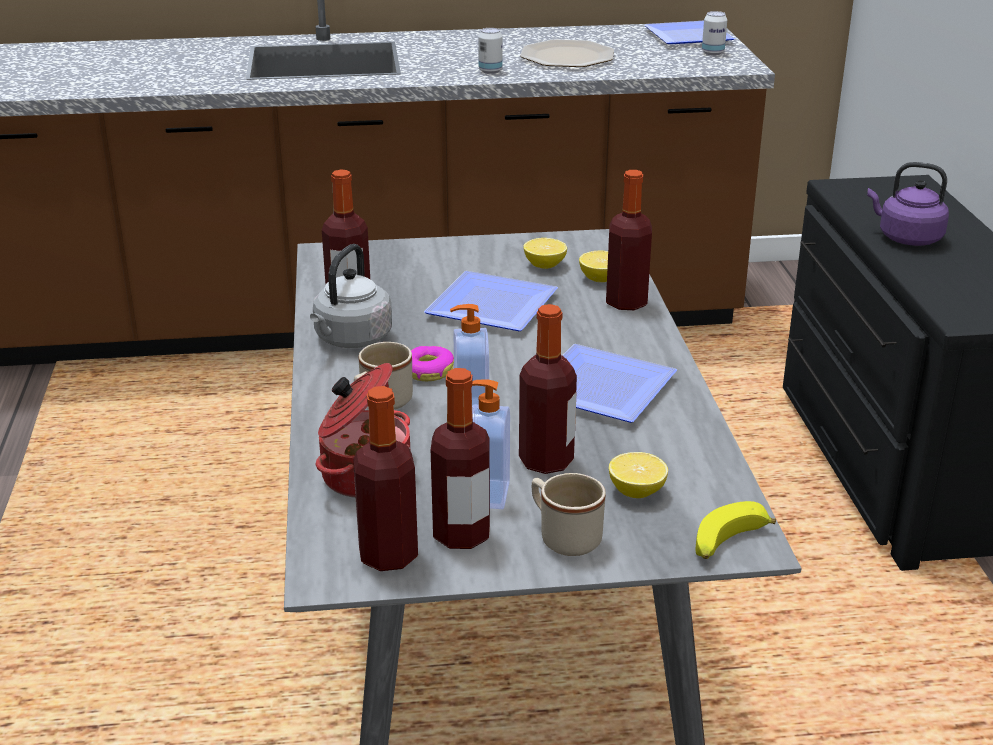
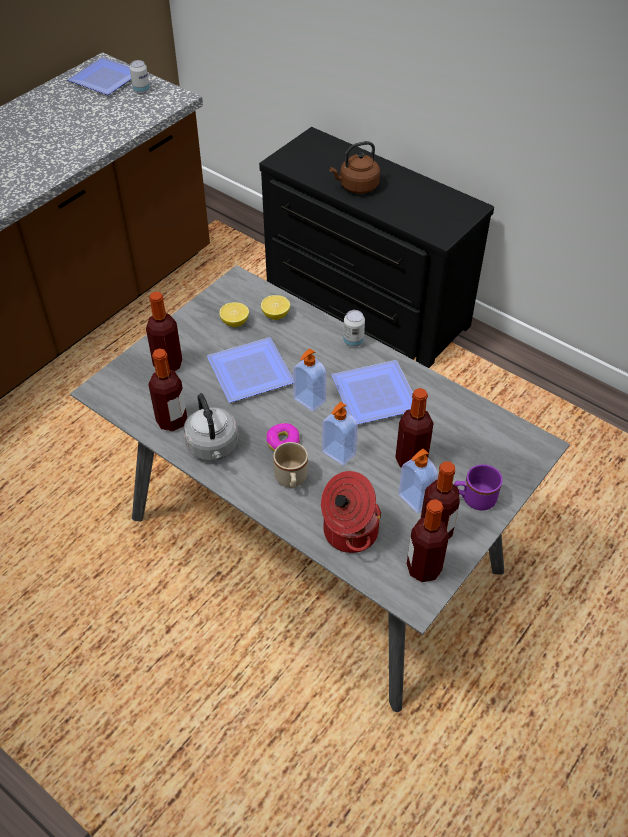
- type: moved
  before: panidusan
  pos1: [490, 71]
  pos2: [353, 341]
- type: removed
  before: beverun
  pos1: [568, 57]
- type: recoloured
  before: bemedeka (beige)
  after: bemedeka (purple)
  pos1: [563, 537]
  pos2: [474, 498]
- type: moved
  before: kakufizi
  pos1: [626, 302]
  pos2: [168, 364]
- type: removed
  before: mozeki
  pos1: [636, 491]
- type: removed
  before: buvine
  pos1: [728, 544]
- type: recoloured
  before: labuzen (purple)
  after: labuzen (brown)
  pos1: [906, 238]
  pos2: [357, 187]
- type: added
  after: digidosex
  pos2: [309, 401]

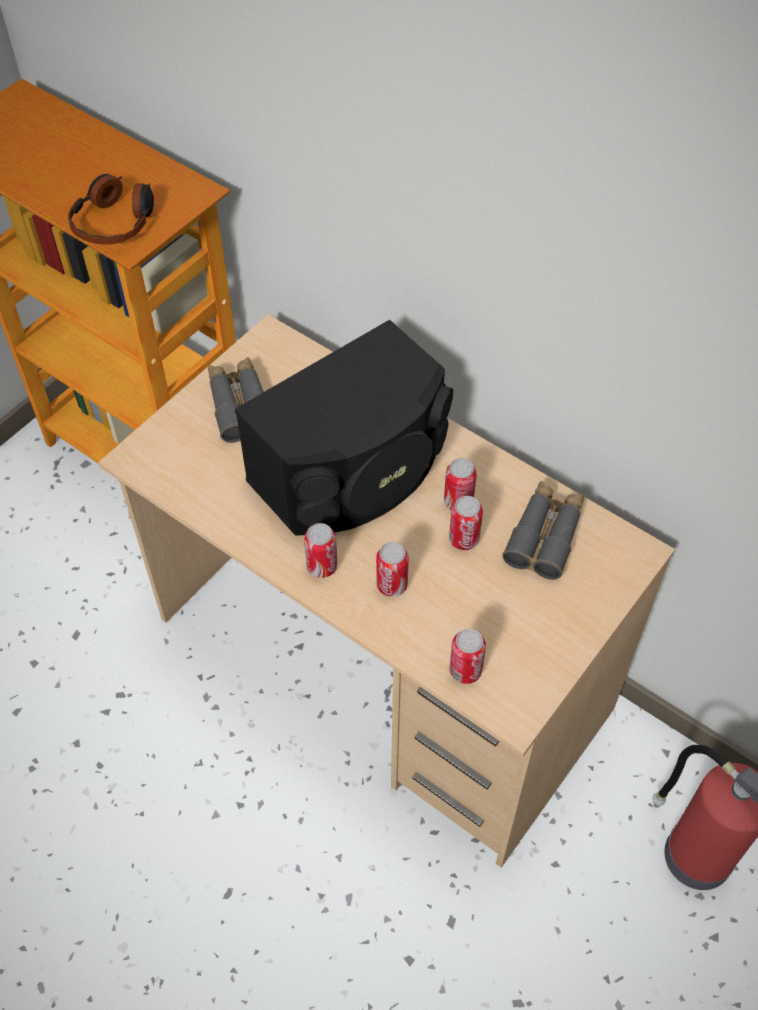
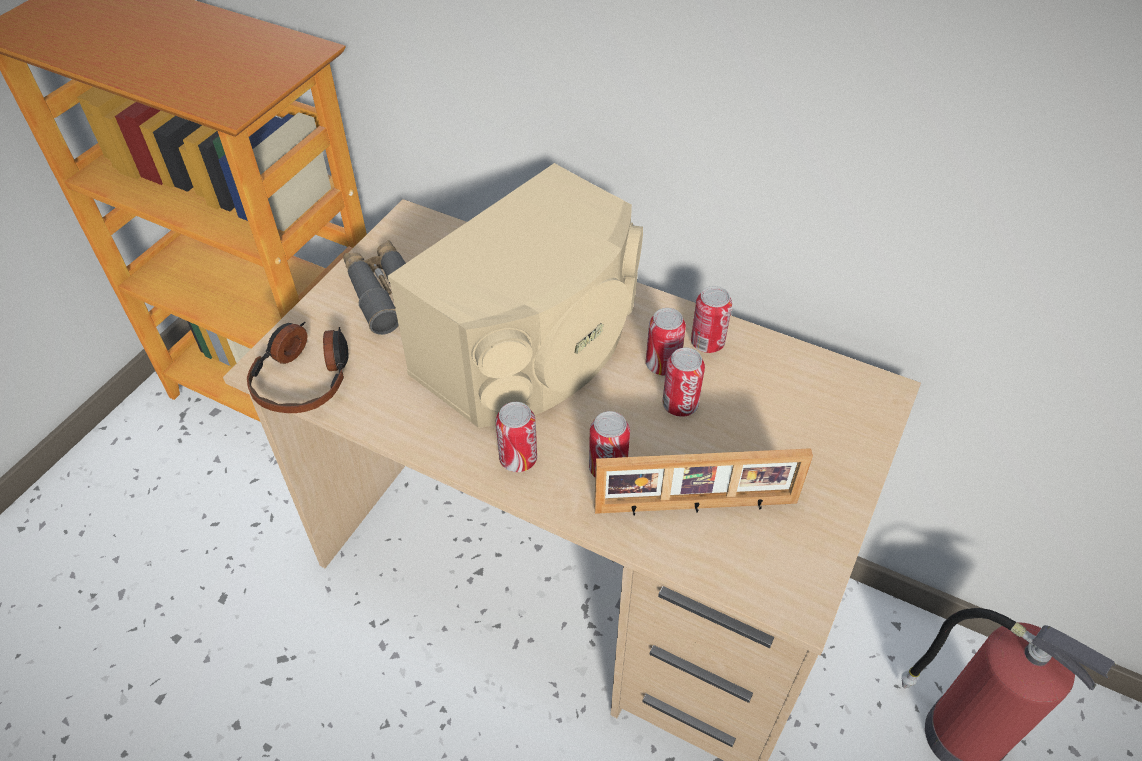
- type: moved
  before: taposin
  pos1: [116, 221]
  pos2: [305, 377]
- type: recoloured
  before: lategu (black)
  after: lategu (beige)
  pos1: [353, 471]
  pos2: [533, 347]
- type: moved
  before: panidusan
  pos1: [465, 670]
  pos2: [707, 343]
- type: removed
  before: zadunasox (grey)
  pos1: [545, 535]
- type: added
  after: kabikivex
  pos2: [696, 507]

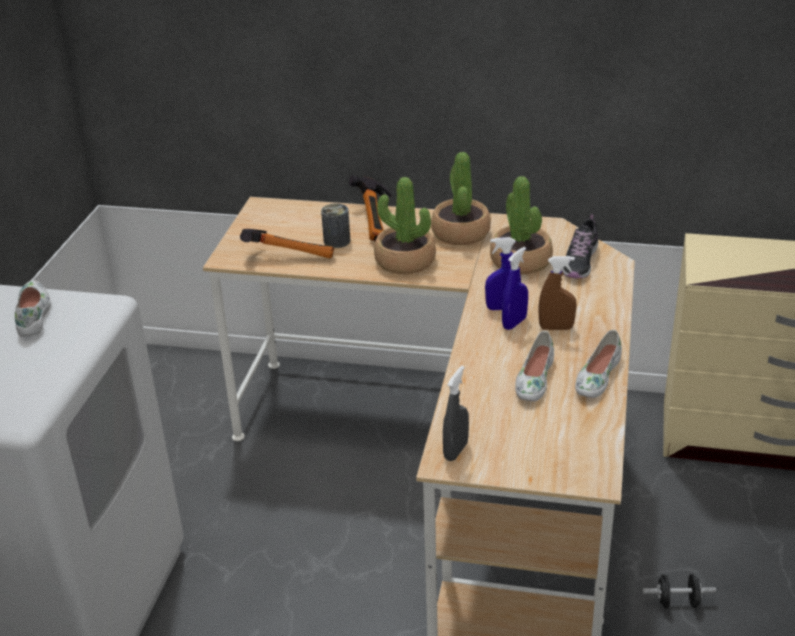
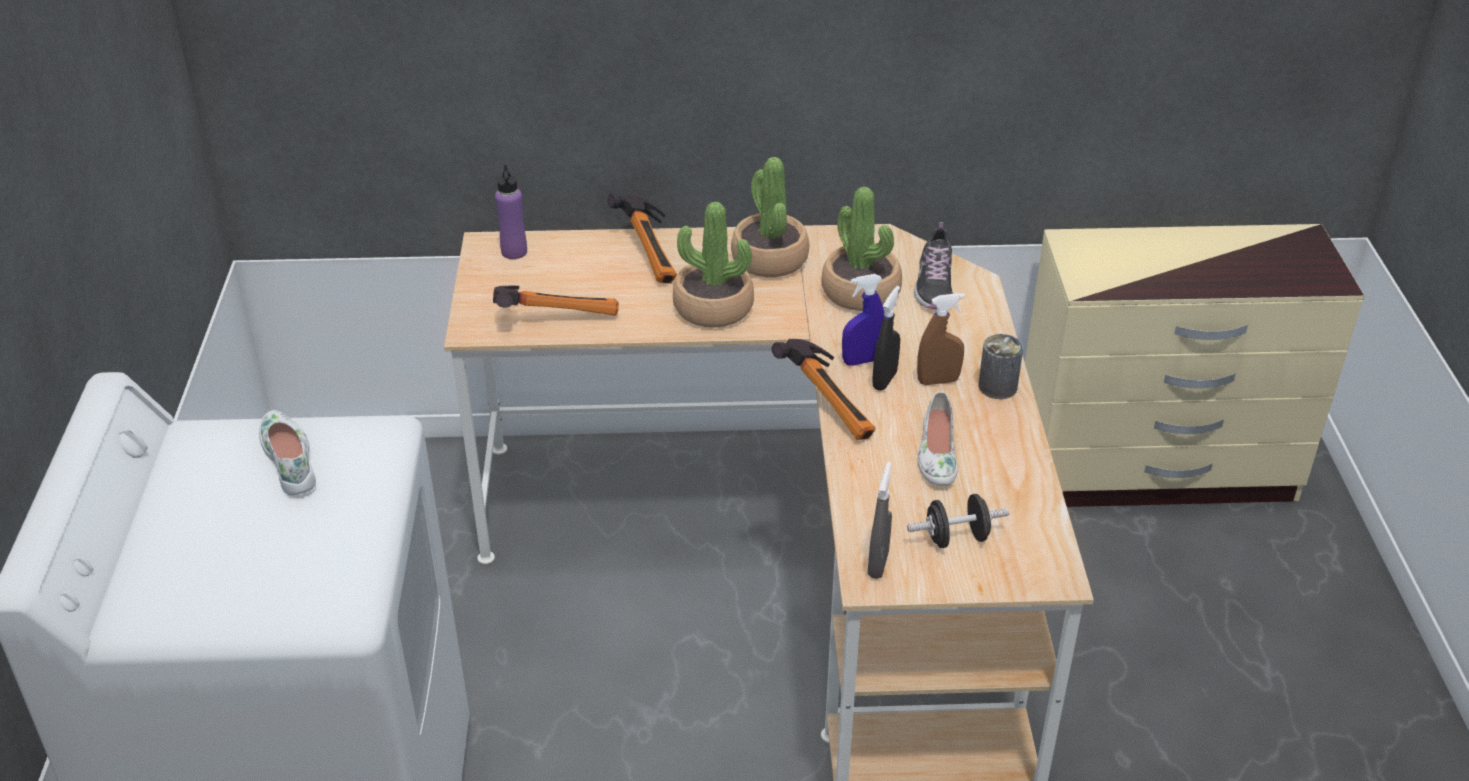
- type: moved
  before: panidusan
  pos1: [337, 241]
  pos2: [997, 387]
- type: recoloured
  before: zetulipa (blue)
  after: zetulipa (black)
  pos1: [514, 323]
  pos2: [884, 380]
- type: removed
  before: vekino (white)
  pos1: [597, 376]
- type: moved
  before: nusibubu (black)
  pos1: [677, 602]
  pos2: [956, 538]
- type: added
  after: kakufizi (purple)
  pos2: [514, 252]
- type: added
  after: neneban
  pos2: [833, 404]

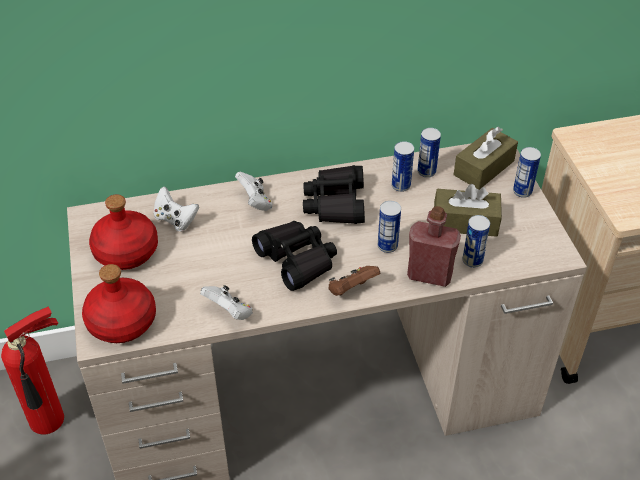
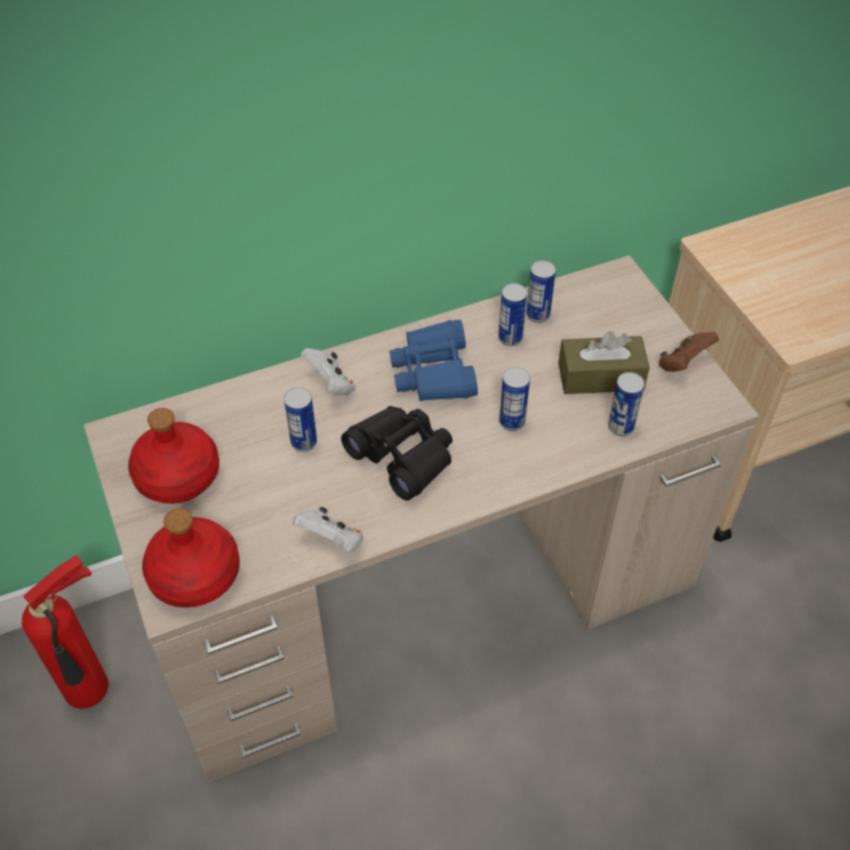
- type: removed
  before: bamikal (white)
  pos1: [175, 220]
- type: recoloured
  before: zadunasox (black)
  after: zadunasox (blue)
  pos1: [335, 203]
  pos2: [434, 372]
- type: moved
  before: bamikal (brown)
  pos1: [351, 290]
  pos2: [683, 363]
- type: removed
  before: kakufizi (red)
  pos1: [429, 275]
- type: removed
  before: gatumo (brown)
  pos1: [484, 168]
- type: moved
  before: panidusan
  pos1: [522, 191]
  pos2: [304, 442]

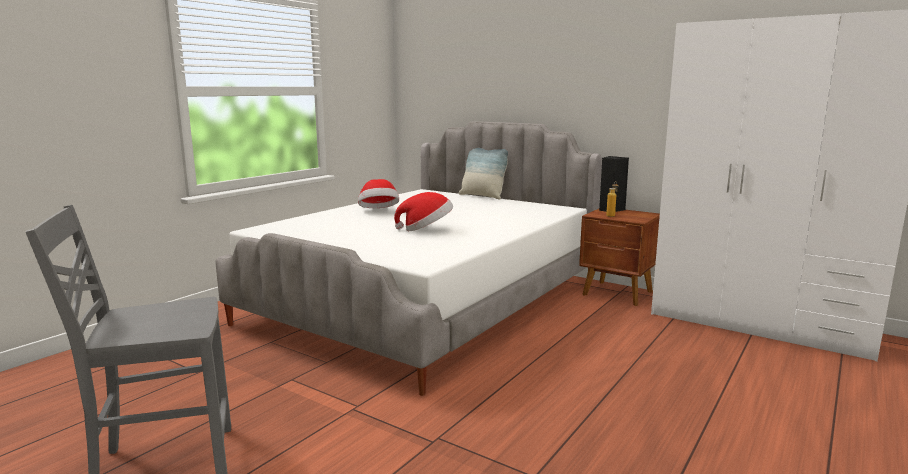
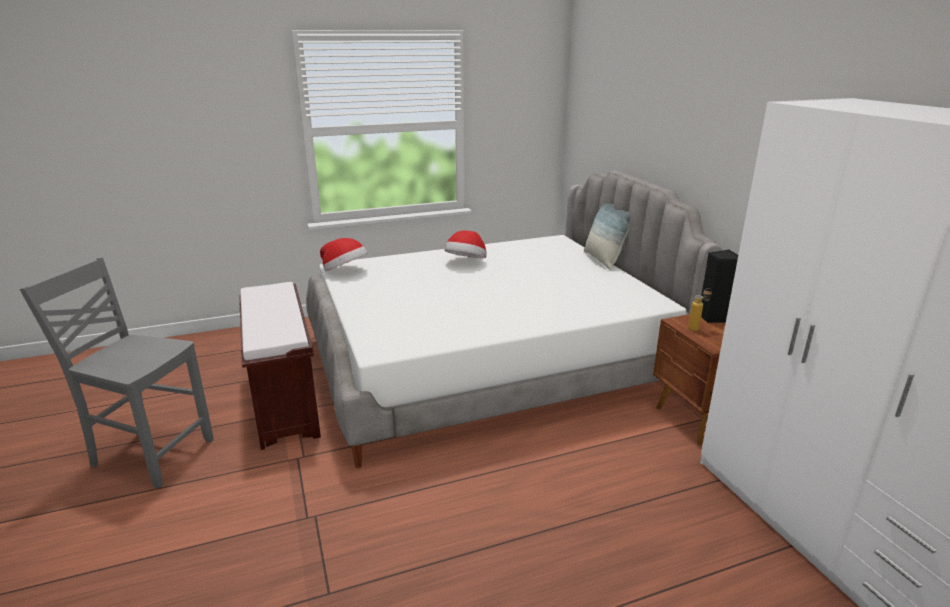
- type: moved
  before: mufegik
  pos1: [426, 229]
  pos2: [345, 271]
- type: added
  after: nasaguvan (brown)
  pos2: [286, 402]

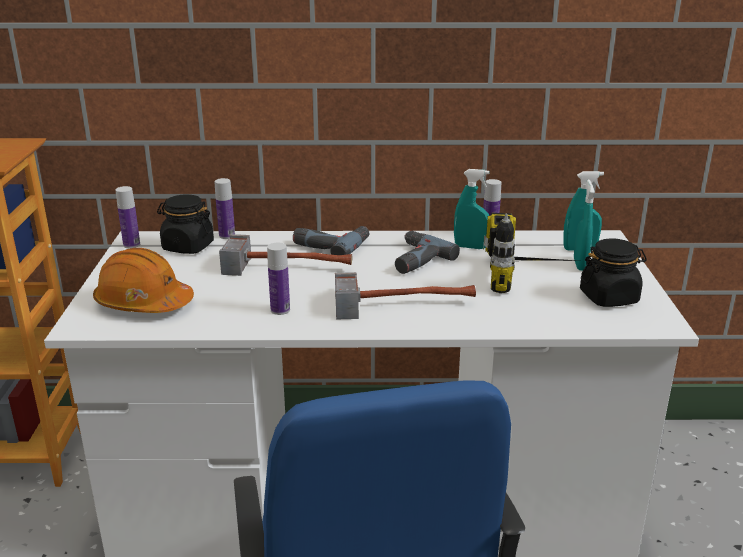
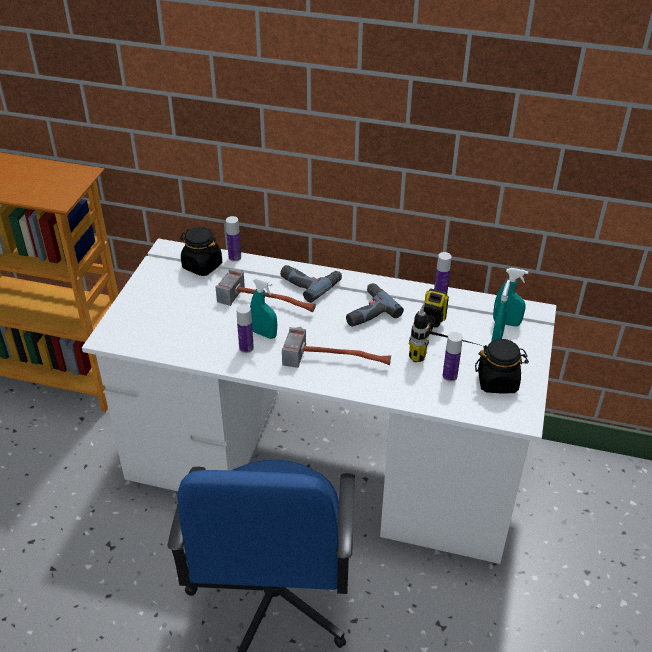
- type: removed
  before: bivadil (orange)
  pos1: [143, 303]
- type: moved
  before: kakufizi
  pos1: [131, 245]
  pos2: [449, 376]
- type: moved
  before: zetulipa (turquoise)
  pos1: [470, 247]
  pos2: [264, 334]

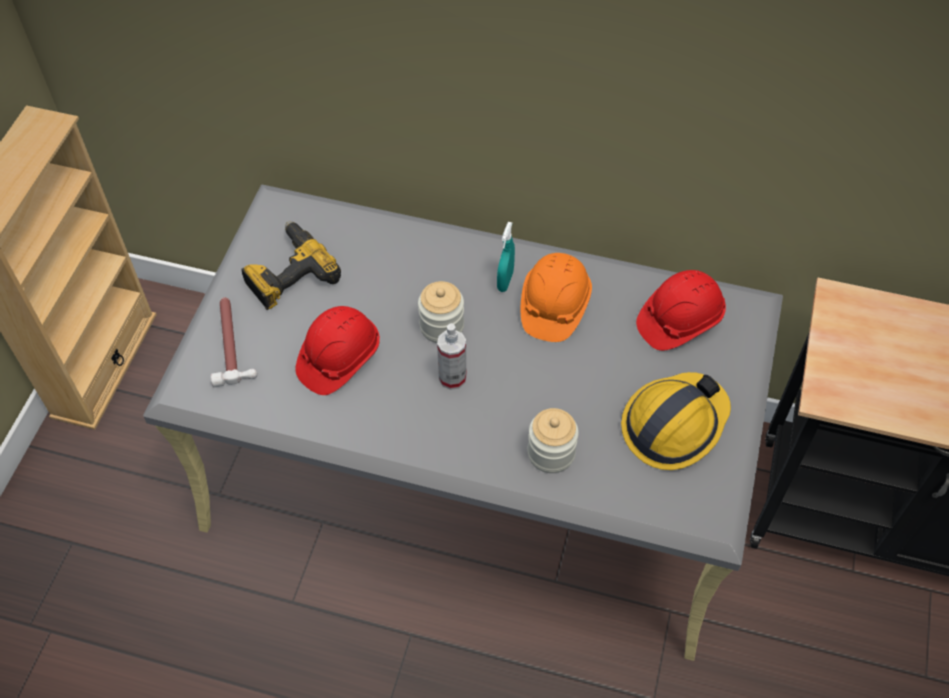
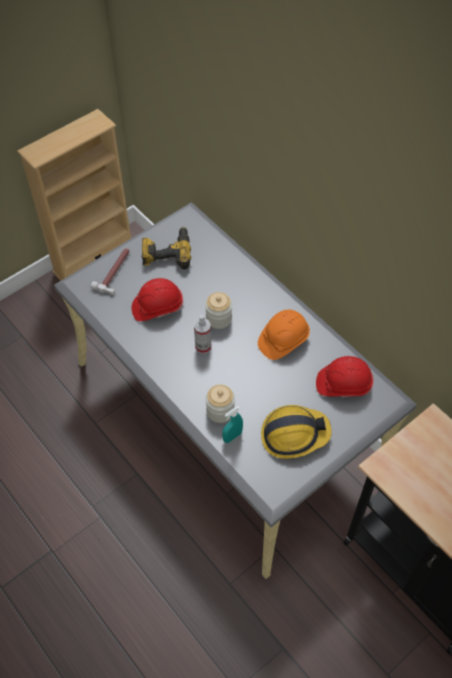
- type: moved
  before: zetulipa (turquoise)
  pos1: [505, 281]
  pos2: [232, 436]

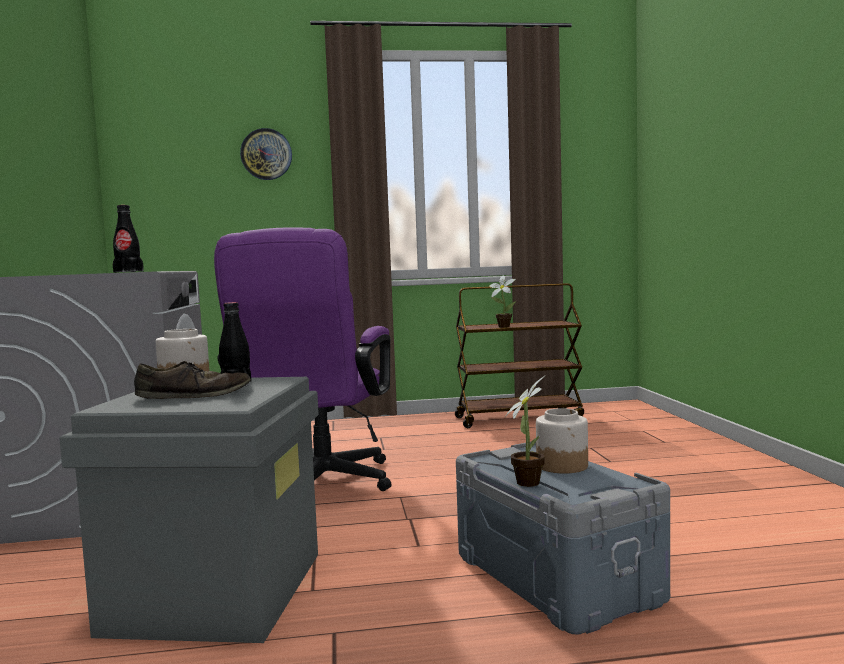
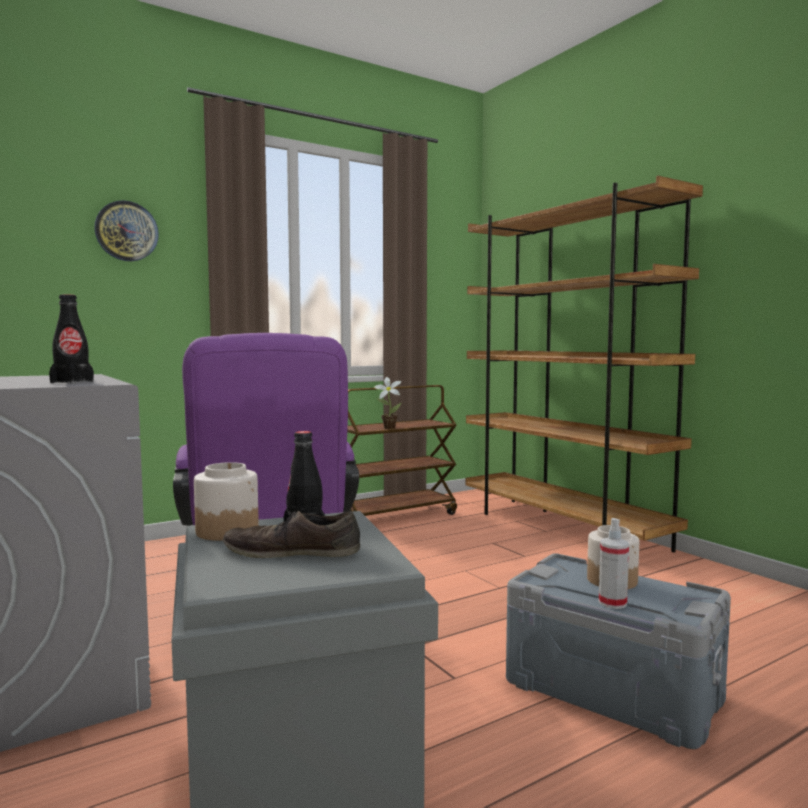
- type: turned
  before: vekino (brown)
  pos1: [194, 395]
  pos2: [292, 552]
  turn: -135
- type: replaced
  before: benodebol
  after: zetulipa
  pos1: [528, 481]
  pos2: [612, 603]
- type: added
  after: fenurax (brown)
  pos2: [562, 528]

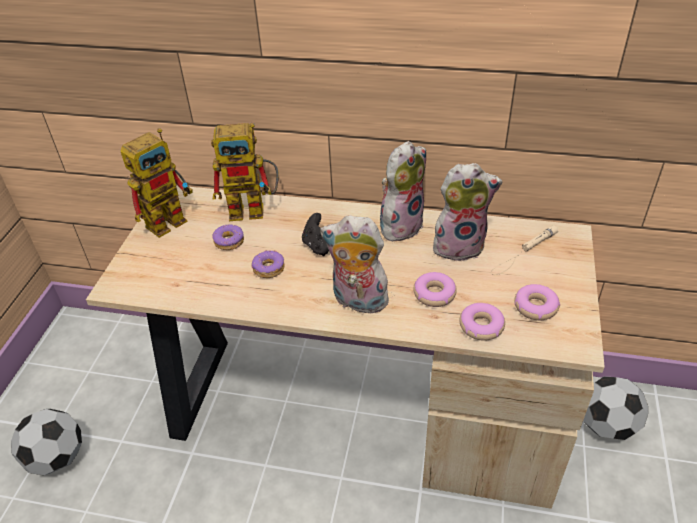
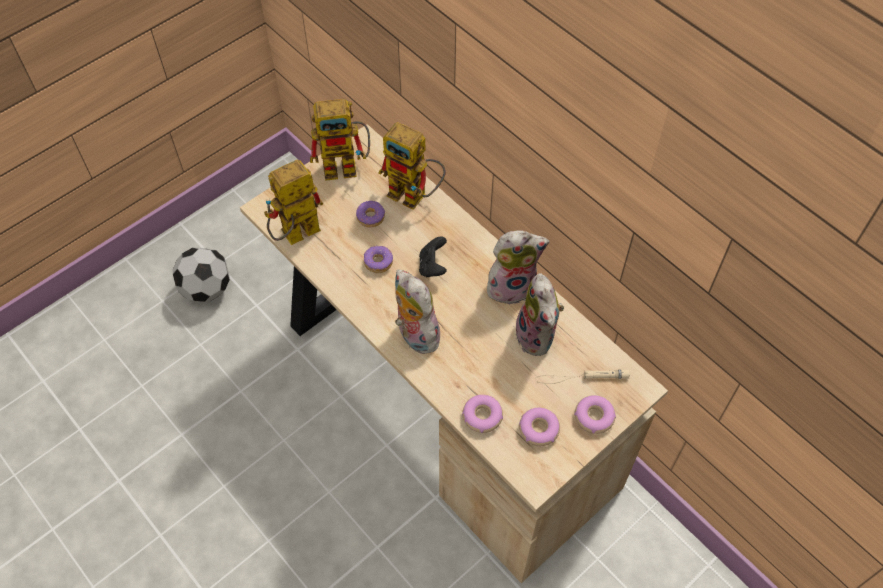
- type: moved
  before: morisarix
  pos1: [434, 294]
  pos2: [594, 417]
- type: turned
  before: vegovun
  pos1: [459, 245]
  pos2: [538, 337]
  turn: 45
- type: removed
  before: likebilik
  pos1: [606, 425]
- type: added
  after: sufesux
  pos2: [295, 237]

